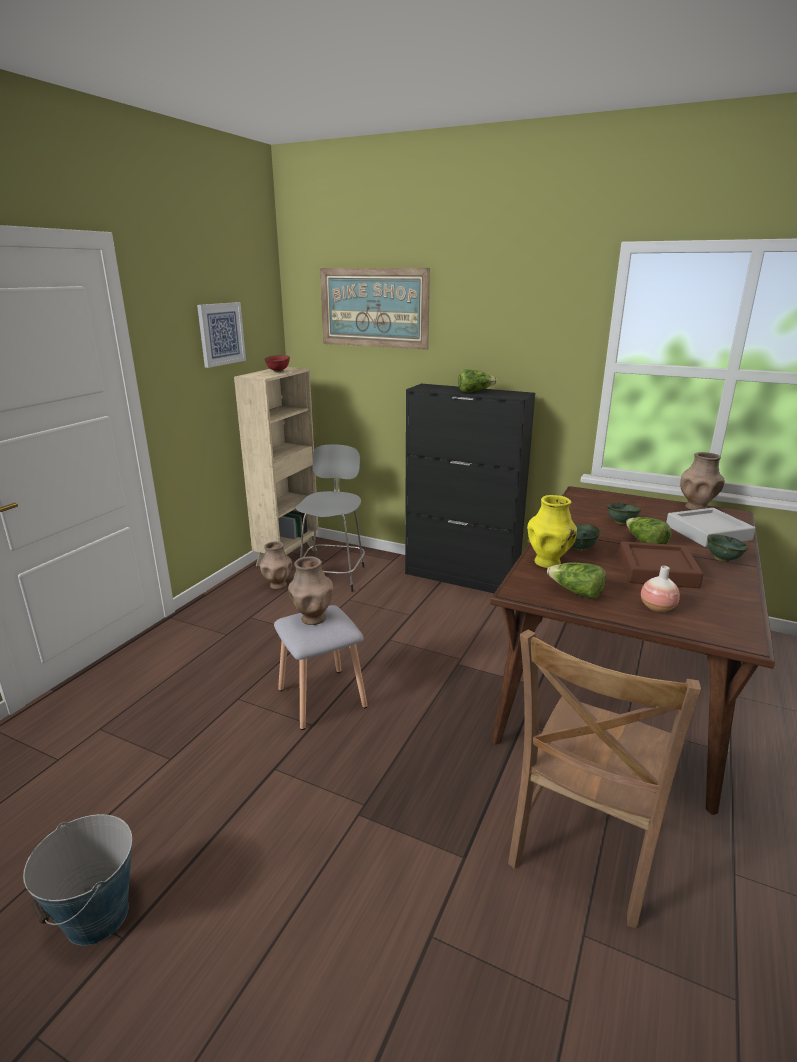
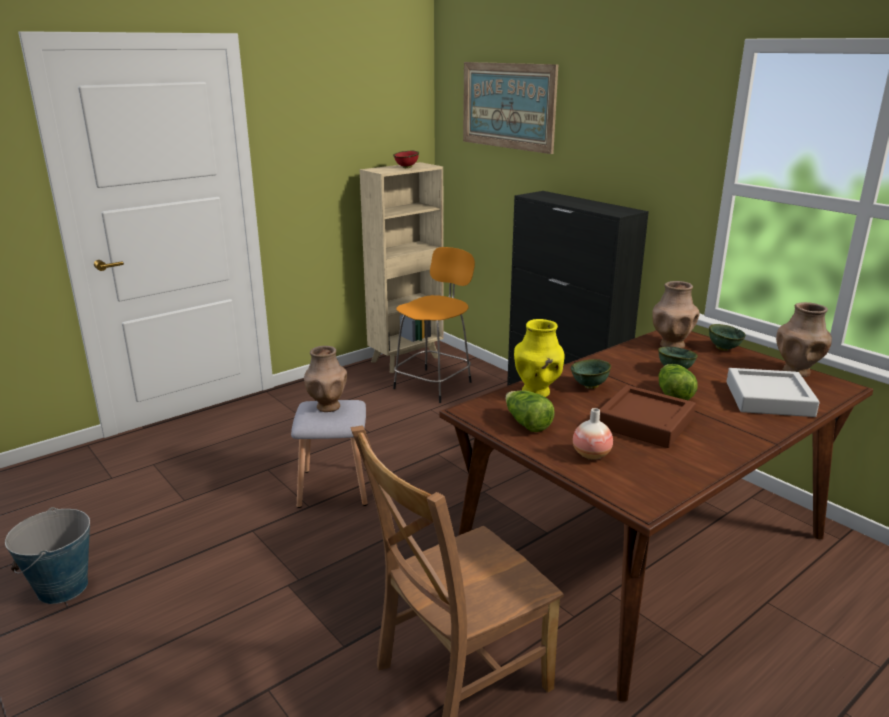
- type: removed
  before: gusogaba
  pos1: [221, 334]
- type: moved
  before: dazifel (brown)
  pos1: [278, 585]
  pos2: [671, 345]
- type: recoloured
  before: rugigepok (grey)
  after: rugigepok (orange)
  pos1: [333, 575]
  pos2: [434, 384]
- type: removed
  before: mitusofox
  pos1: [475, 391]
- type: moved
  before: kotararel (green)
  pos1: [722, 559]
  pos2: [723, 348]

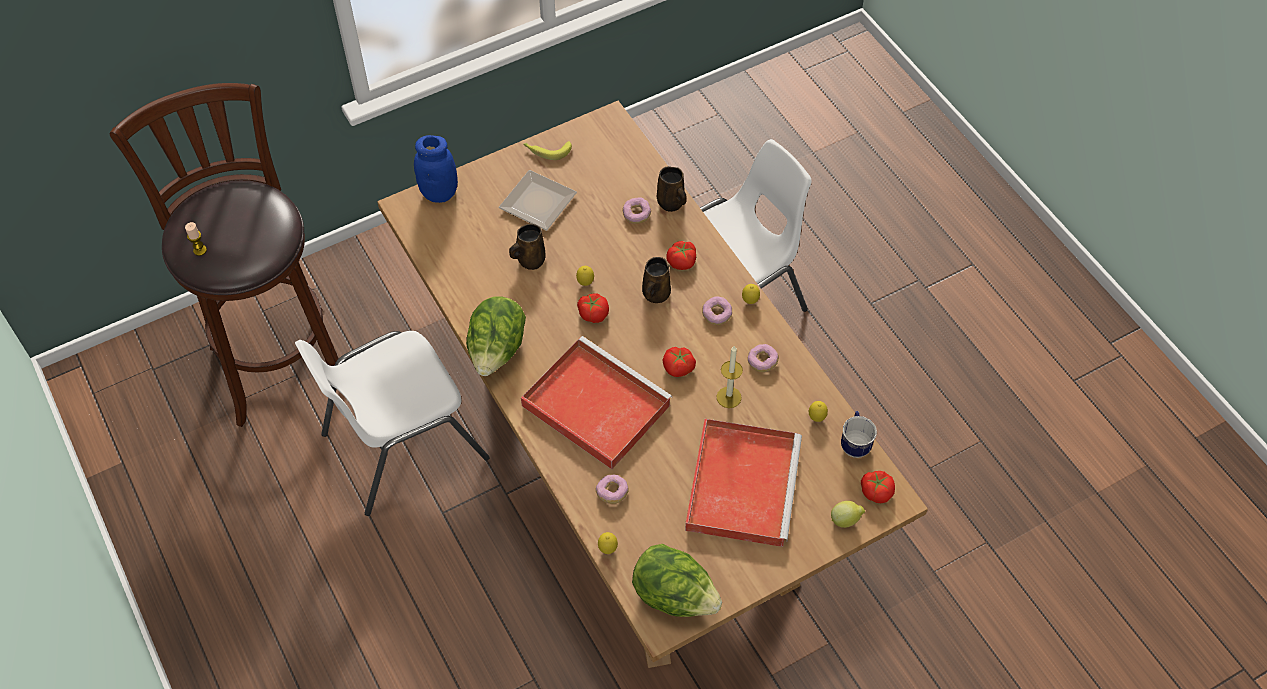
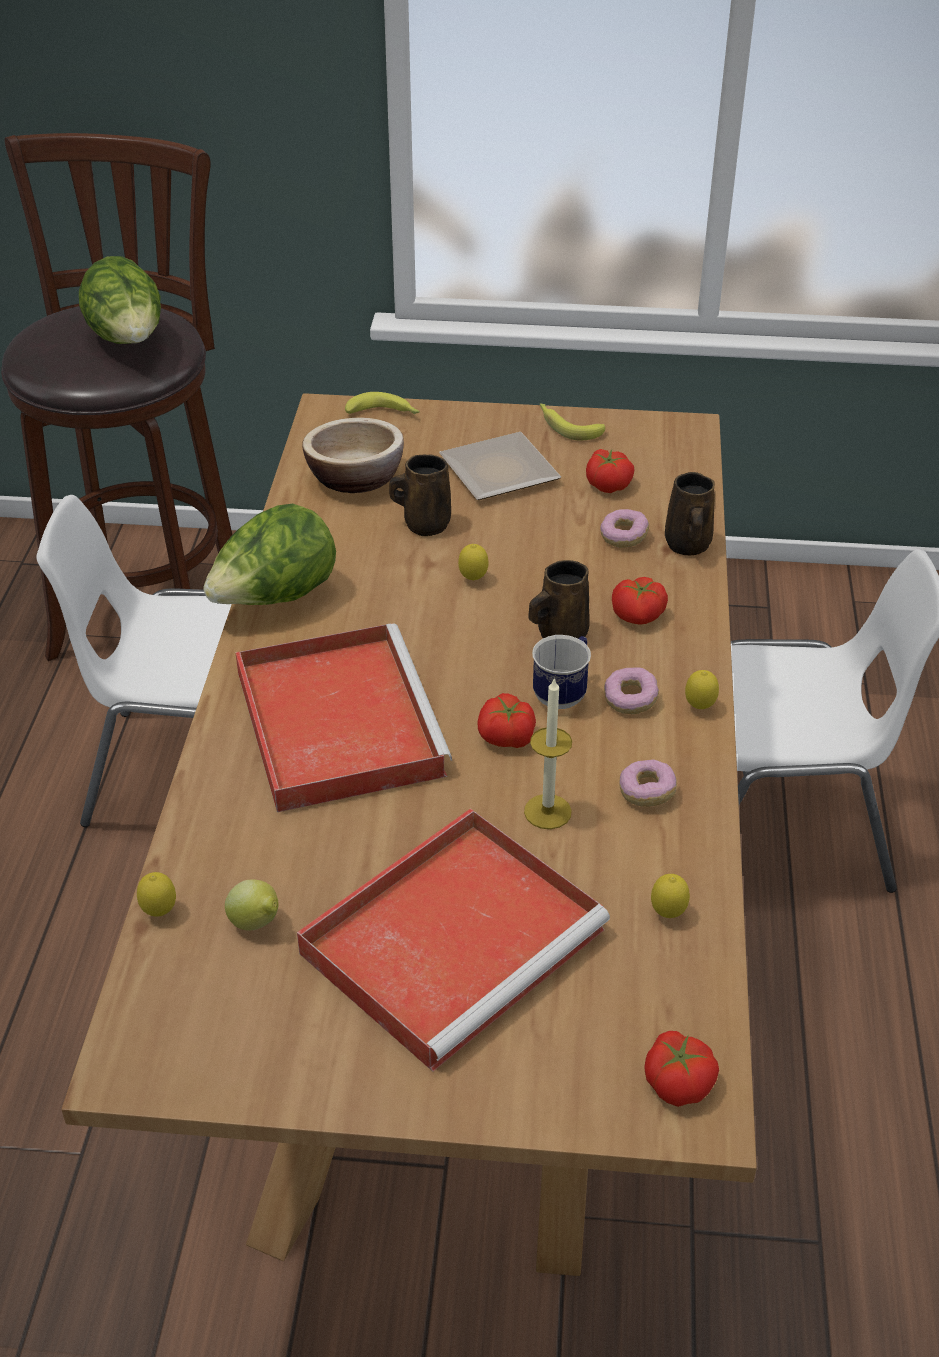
- type: removed
  before: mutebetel
  pos1: [200, 250]
- type: replaced
  before: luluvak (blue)
  after: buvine
  pos1: [439, 193]
  pos2: [384, 414]
- type: moved
  before: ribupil
  pos1: [593, 313]
  pos2: [608, 484]
- type: removed
  before: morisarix
  pos1: [612, 492]
- type: moved
  before: mitusofox
  pos1: [674, 596]
  pos2: [129, 341]
- type: moved
  before: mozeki
  pos1: [845, 520]
  pos2: [256, 924]
- type: moved
  before: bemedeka
  pos1: [855, 443]
  pos2: [563, 693]
- type: added
  after: kotararel
  pos2: [355, 478]

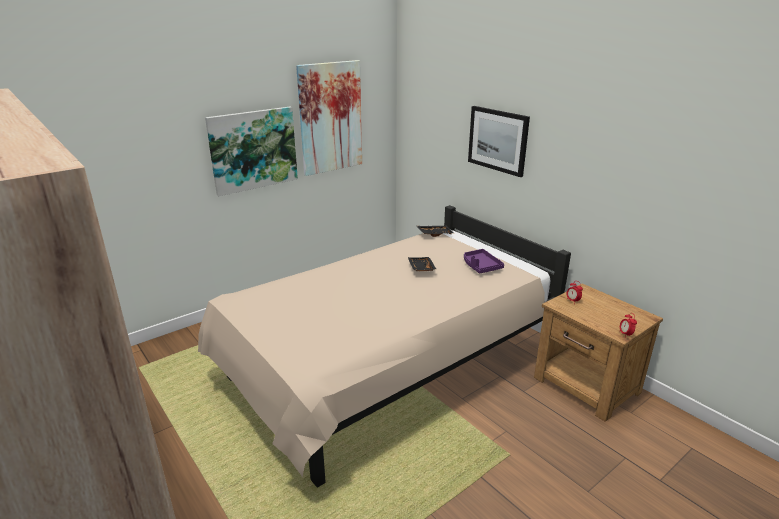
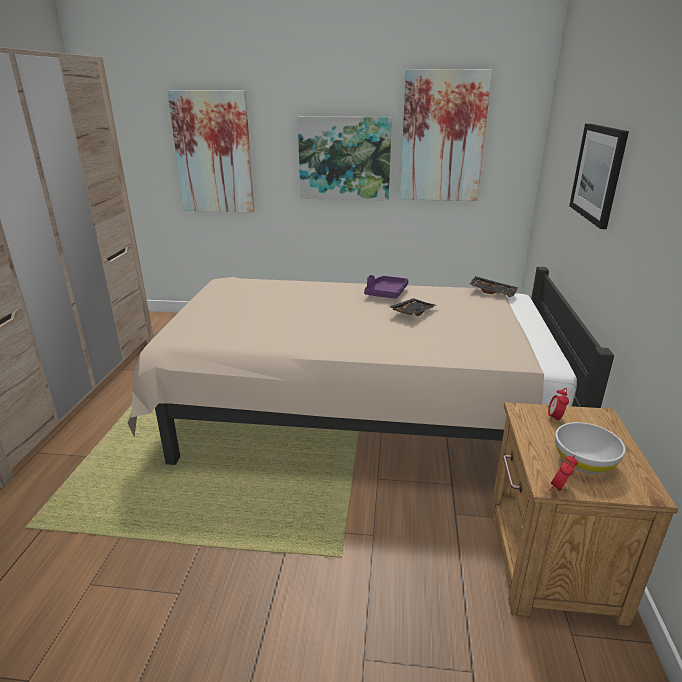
- type: moved
  before: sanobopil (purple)
  pos1: [481, 266]
  pos2: [386, 293]
- type: added
  after: gusogaba
  pos2: [213, 153]
- type: added
  after: kotararel (white)
  pos2: [584, 462]

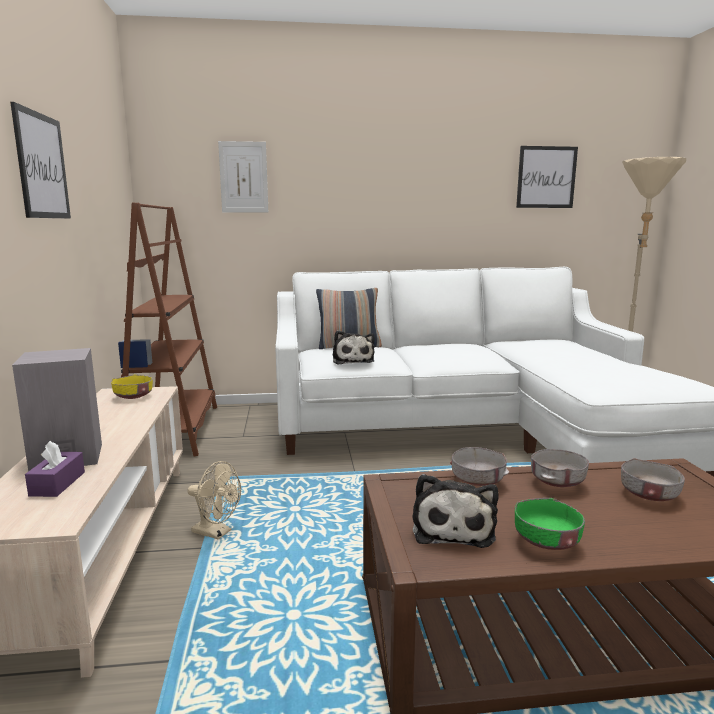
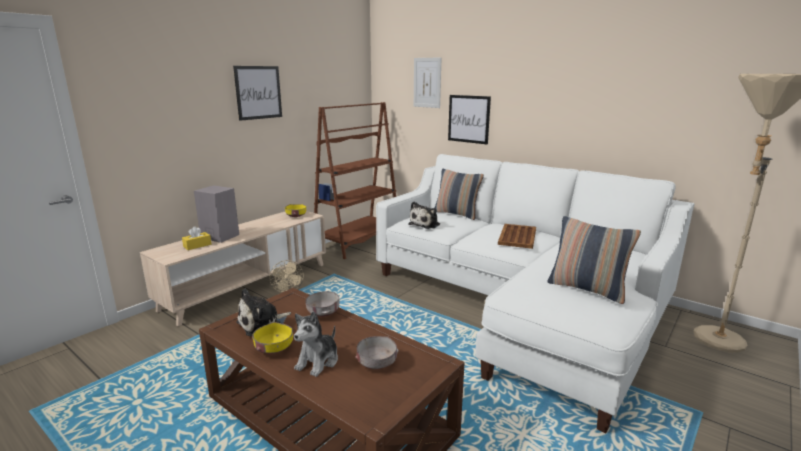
- type: recoloured
  before: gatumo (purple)
  after: gatumo (yellow)
  pos1: [57, 484]
  pos2: [197, 245]
- type: recoloured
  before: kotararel (green)
  after: kotararel (yellow)
  pos1: [546, 541]
  pos2: [273, 348]
- type: moved
  before: gusogaba
  pos1: [546, 177]
  pos2: [468, 119]
- type: removed
  before: kotararel (grey)
  pos1: [557, 482]
- type: added
  after: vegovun
  pos2: [318, 361]
- type: added
  after: sanobopil (brown)
  pos2: [517, 237]
- type: added
  after: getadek
  pos2: [587, 289]

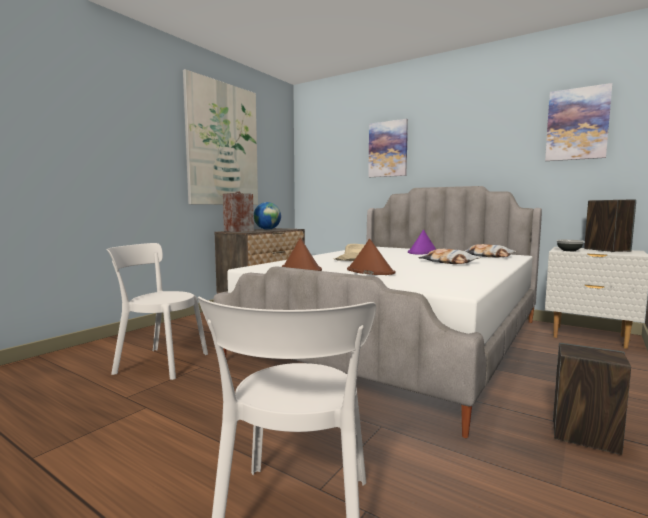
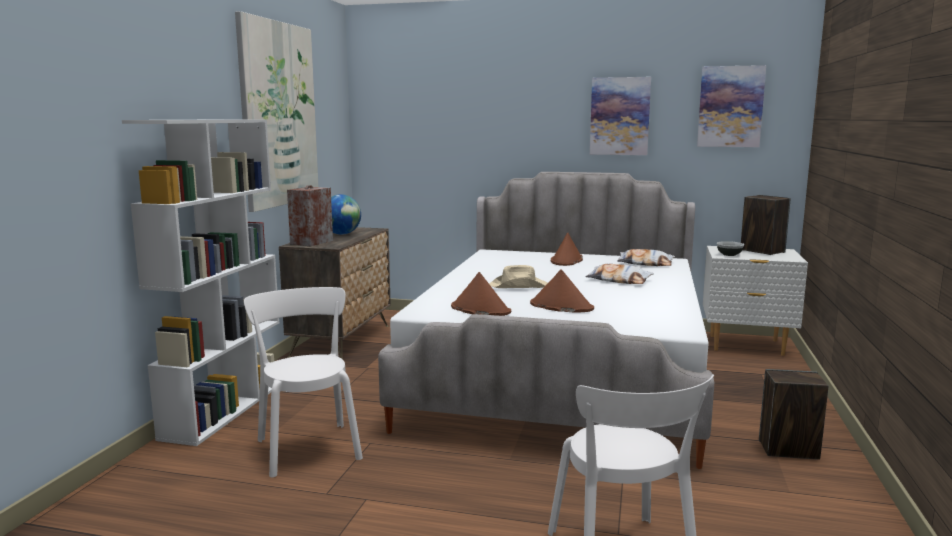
- type: turned
  before: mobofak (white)
  pos1: [159, 362]
  pos2: [308, 446]
  turn: 75
- type: moved
  before: gusogaba
  pos1: [388, 149]
  pos2: [619, 116]
- type: recoloured
  before: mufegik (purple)
  after: mufegik (brown)
  pos1: [422, 252]
  pos2: [566, 260]
- type: added
  after: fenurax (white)
  pos2: [225, 409]

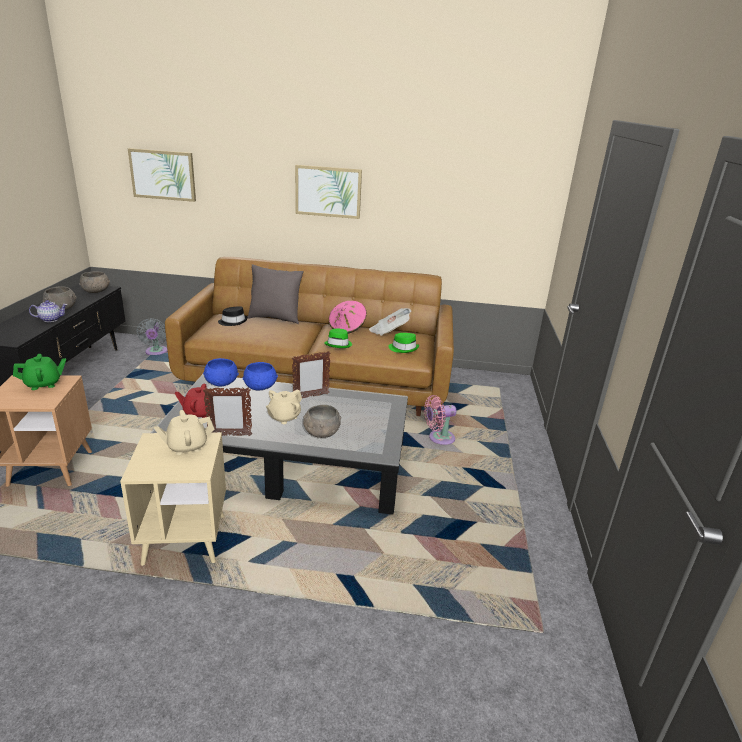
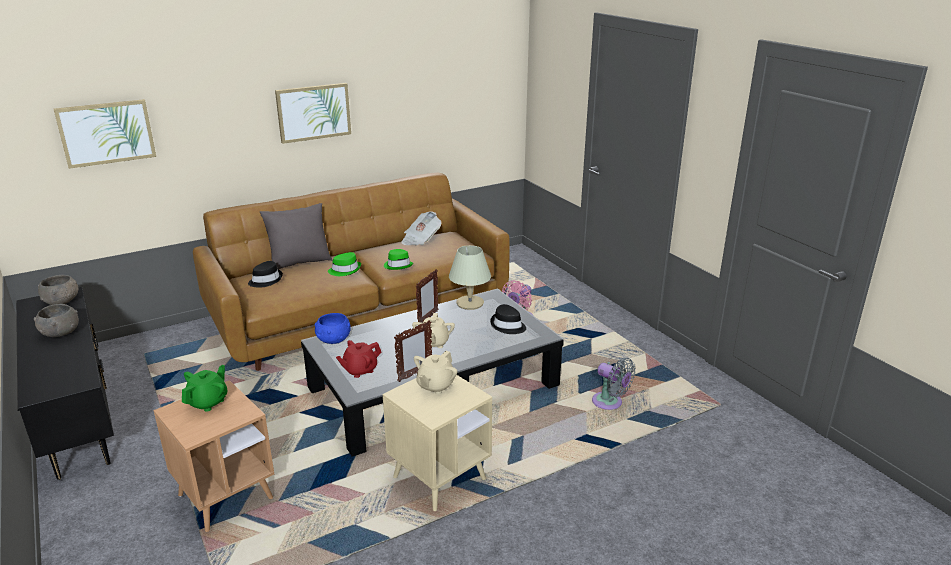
- type: removed
  before: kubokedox
  pos1: [51, 319]
- type: moved
  before: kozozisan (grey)
  pos1: [156, 352]
  pos2: [610, 403]
- type: removed
  before: kotararel (blue)
  pos1: [261, 387]
- type: removed
  before: kotararel (grey)
  pos1: [321, 433]
- type: removed
  before: mufegik (pink)
  pos1: [347, 328]
- type: moved
  before: mufegik (green)
  pos1: [403, 348]
  pos2: [345, 270]
- type: added
  after: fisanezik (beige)
  pos2: [470, 303]
- type: added
  after: mufegik (black)
  pos2: [508, 326]

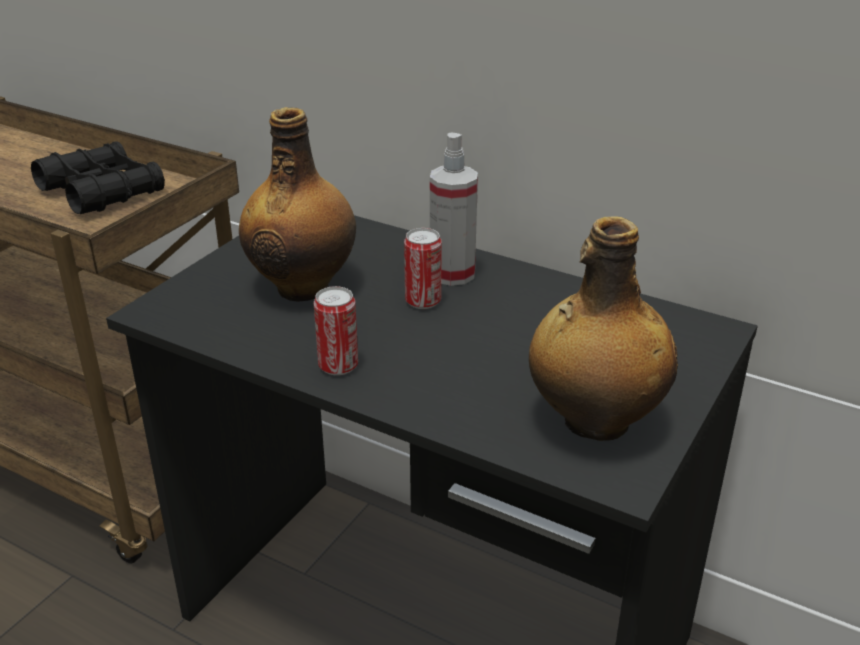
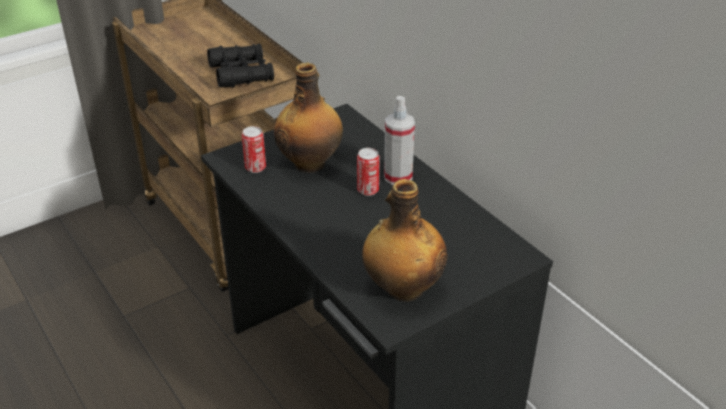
- type: moved
  before: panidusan
  pos1: [338, 366]
  pos2: [255, 168]

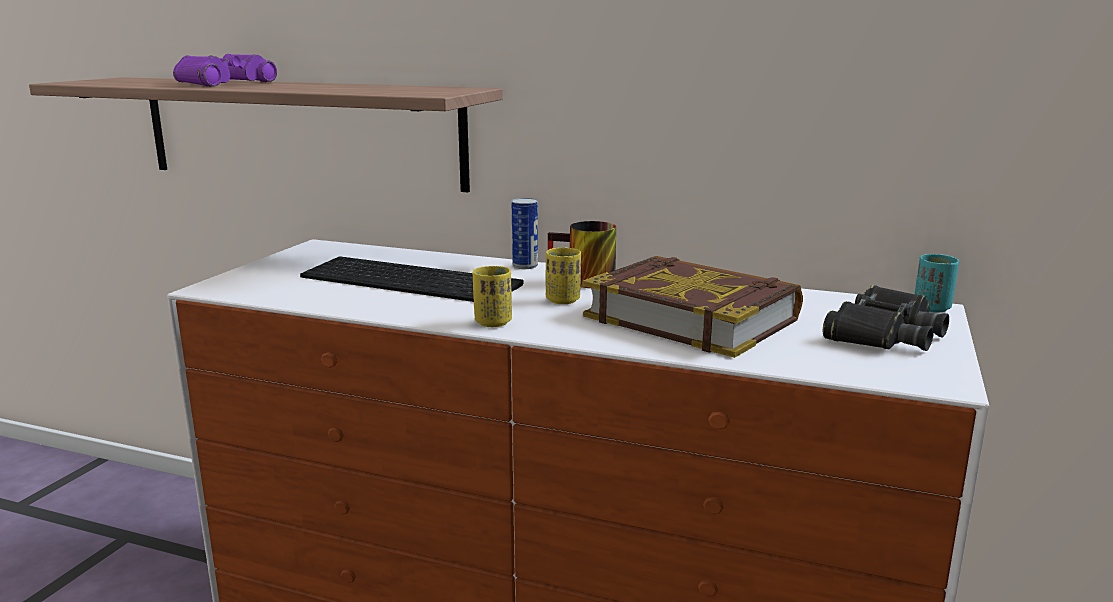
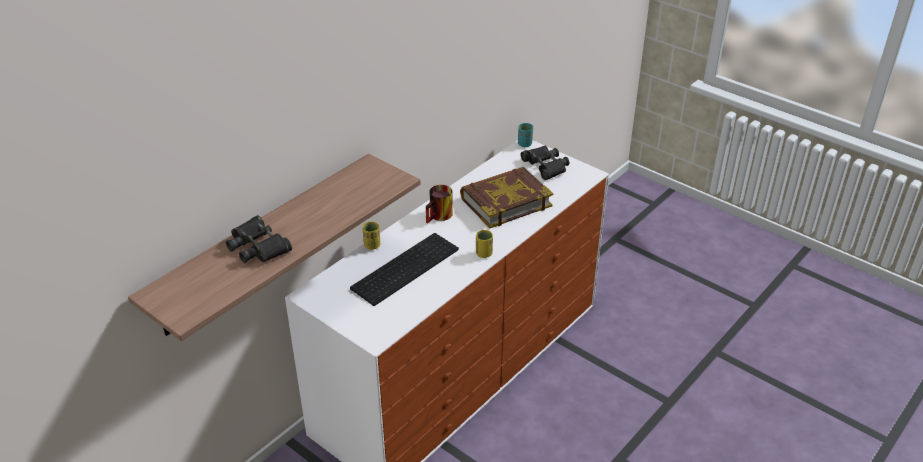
- type: recoloured
  before: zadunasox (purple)
  after: zadunasox (black)
  pos1: [222, 83]
  pos2: [258, 246]
- type: removed
  before: panidusan
  pos1: [525, 266]
- type: moved
  before: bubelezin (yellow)
  pos1: [563, 300]
  pos2: [372, 245]

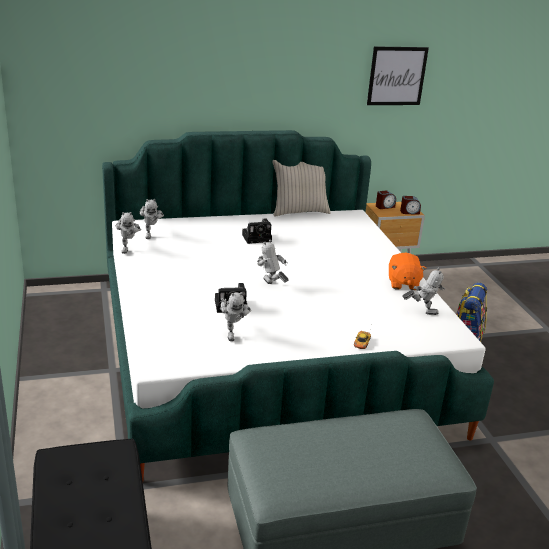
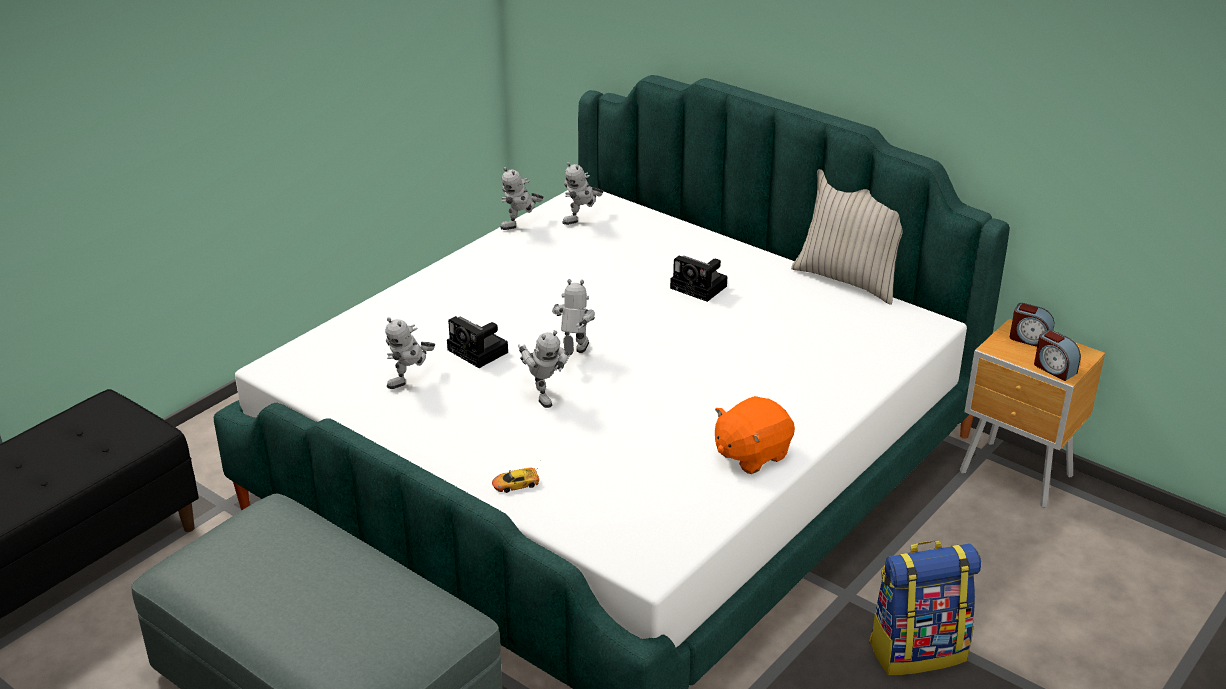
- type: removed
  before: gusogaba
  pos1: [397, 76]
- type: moved
  before: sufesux
  pos1: [422, 311]
  pos2: [542, 395]

